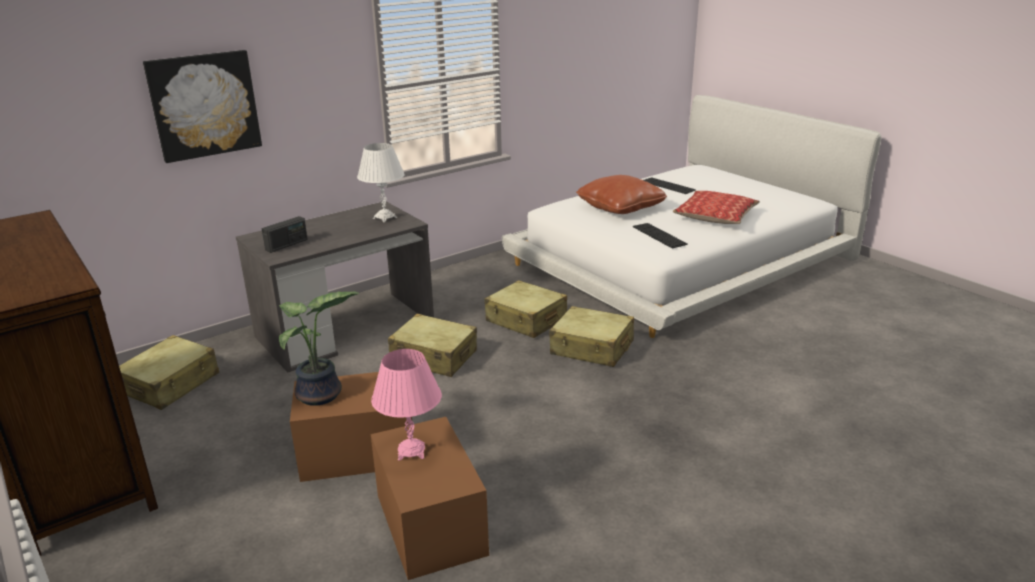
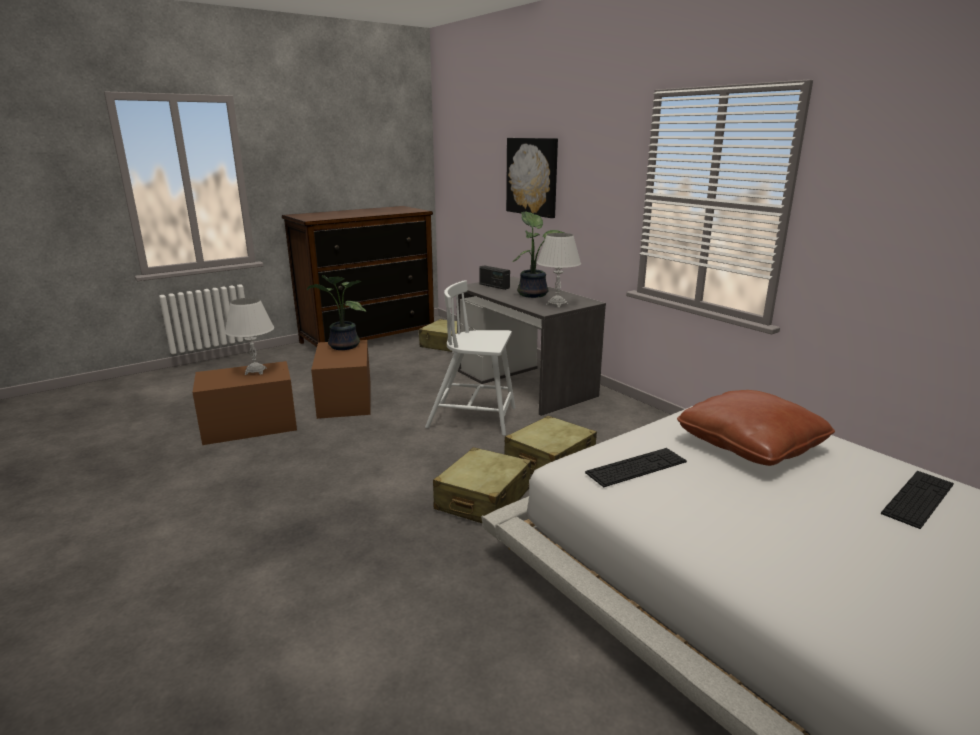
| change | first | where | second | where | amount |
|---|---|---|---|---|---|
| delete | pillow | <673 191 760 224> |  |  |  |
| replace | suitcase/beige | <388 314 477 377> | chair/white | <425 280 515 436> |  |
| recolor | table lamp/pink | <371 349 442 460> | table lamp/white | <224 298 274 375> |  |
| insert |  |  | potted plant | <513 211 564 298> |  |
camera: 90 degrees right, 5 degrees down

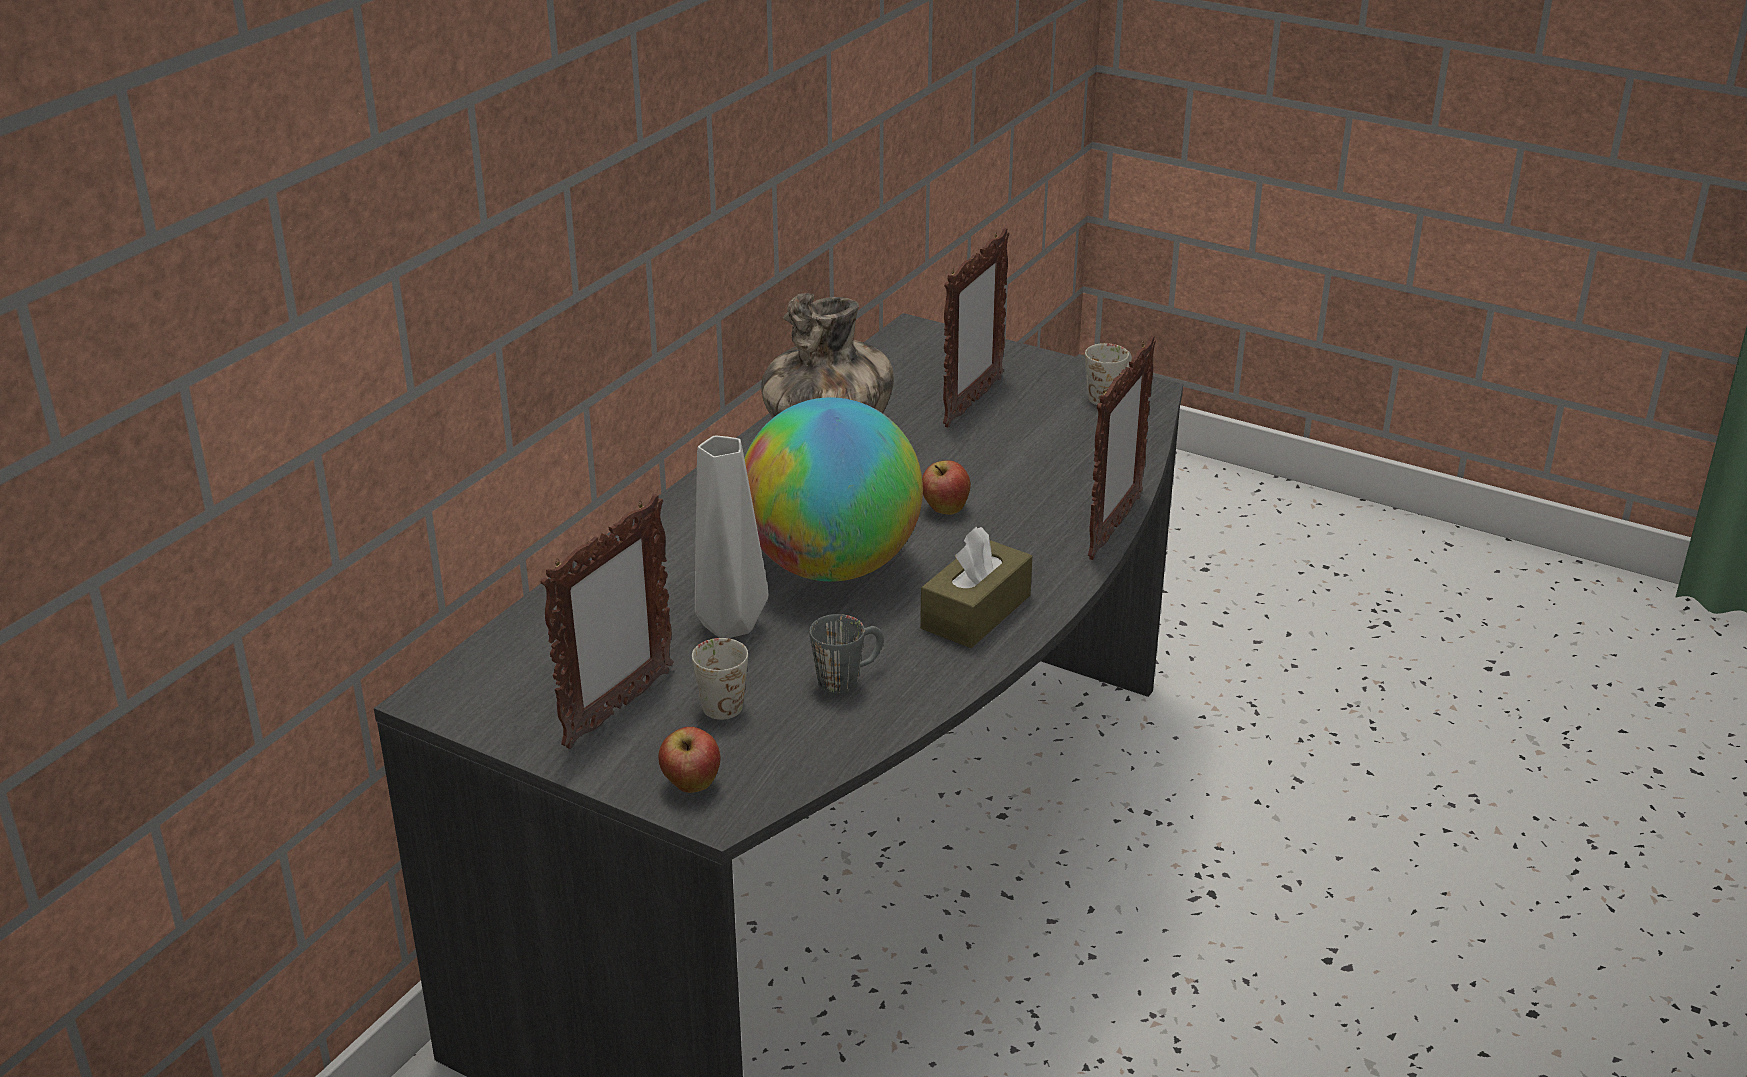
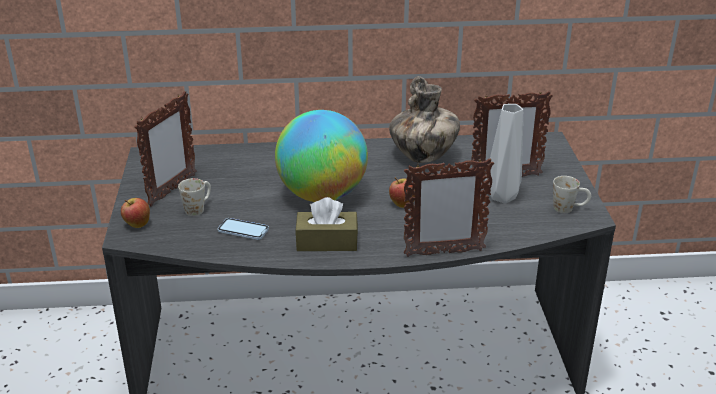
| change | first | where | second | where | amount |
|---|---|---|---|---|---|
| move | vase/grey | <695 436 769 638> |  | <485 104 523 203> |  |
| rotate | picture frame | <540 494 673 749> |  | <134 91 197 207> | 60 degrees counterclockwise |
| replace | mug/grey | <809 614 884 694> | phone | <217 218 269 240> |  |
camera: 55 degrees right, 0 degrees up

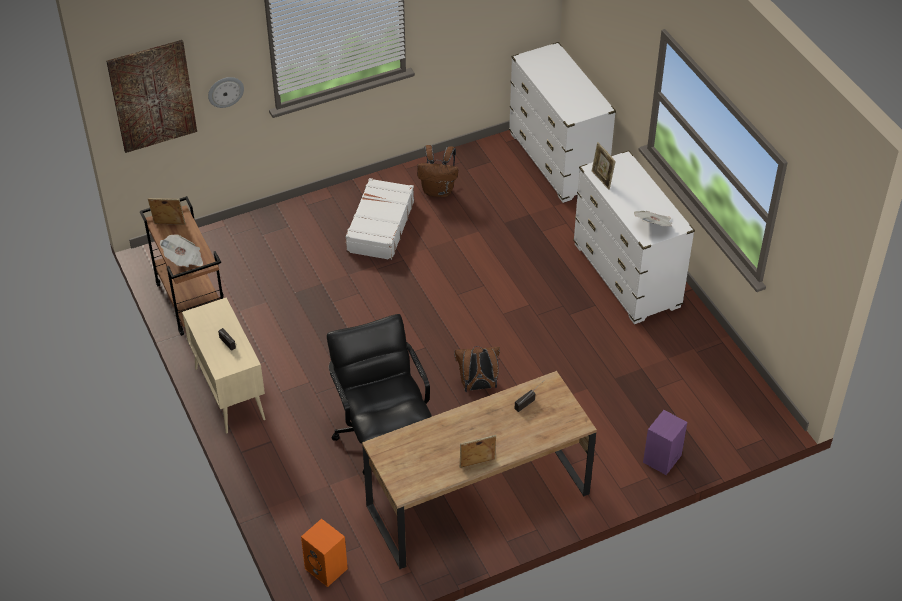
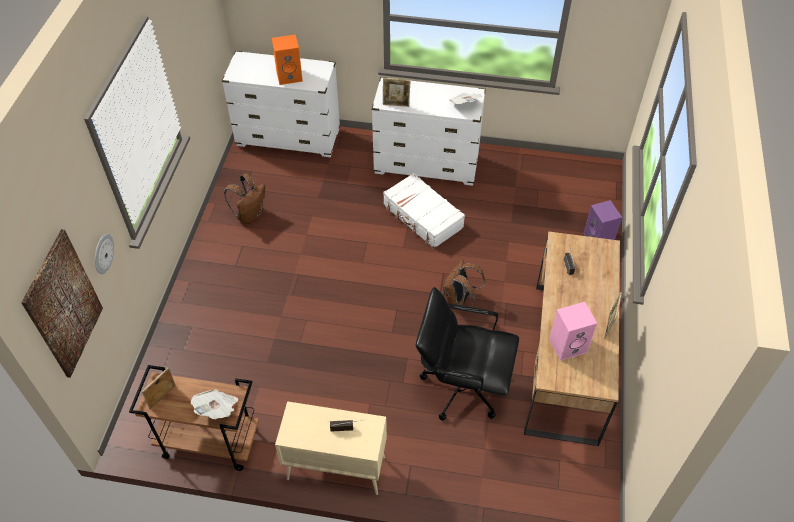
| change | first | where | second | where | amount |
|---|---|---|---|---|---|
| move | suitcase/white | <345 178 414 260> |  | <383 173 465 248> |  |
| move | speaker/orange | <301 519 348 587> |  | <272 34 303 85> |  |
| insert |  |  | speaker/pink | <549 302 597 361> |  |
camera: 55 degrees left, 5 degrees up

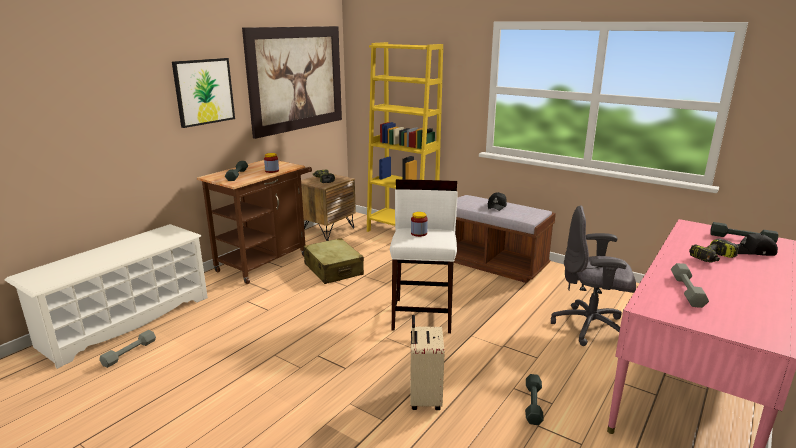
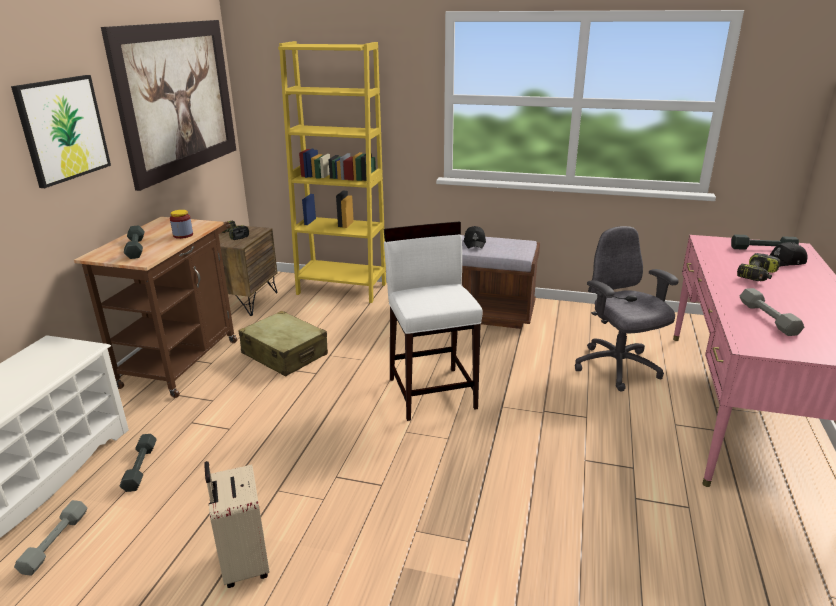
| change | first | where | second | where | amount |
|---|---|---|---|---|---|
| rotate | office chair/grey | <551 206 636 346> |  | <575 226 679 392> | 75 degrees clockwise |
| delete | jar | <411 212 428 237> |  |  |  |
| move | suitcase/beige | <410 315 444 410> |  | <204 461 269 588> |  |
| move | dumbbell/grey | <525 374 544 425> |  | <120 434 157 492> |  |
camera: 20 degrees left, 5 degrees up

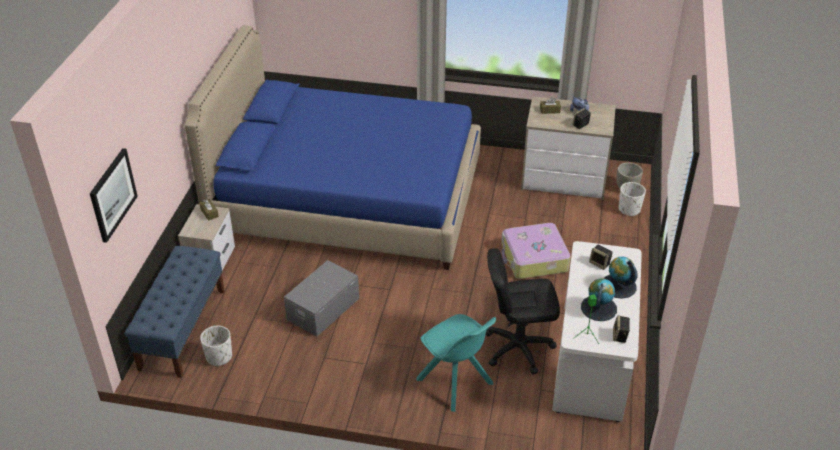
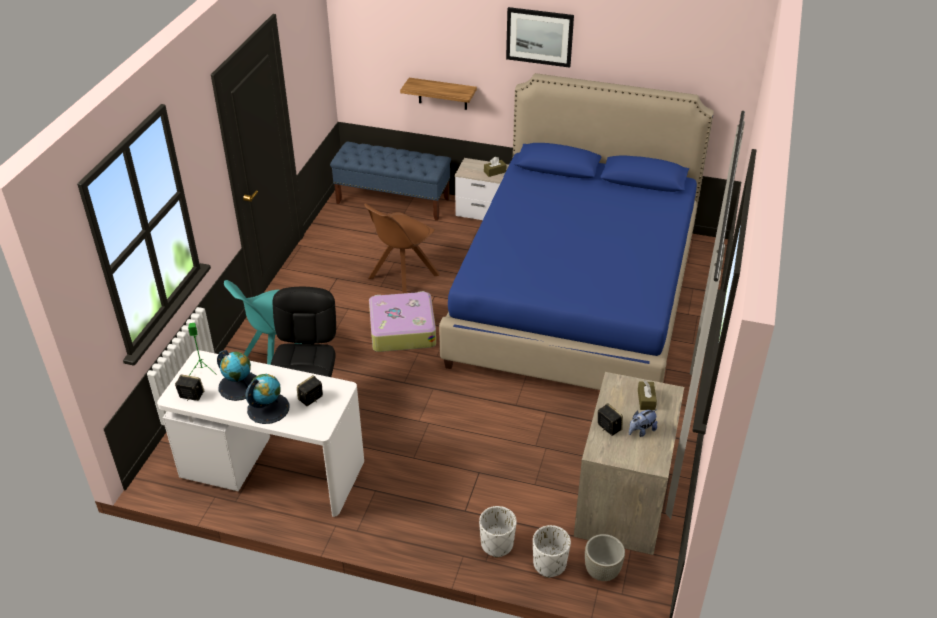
| change | first | where | second | where | amount |
|---|---|---|---|---|---|
| move | picture | <90 148 138 243> |  | <506 7 574 68> |  |
| move | suitcase | <501 223 571 279> |  | <369 291 436 352> |  |
| replace | storage box/grey | <284 260 359 337> | chair/brown | <364 203 439 294> |  |
| move | planter/white | <200 325 232 367> |  | <479 506 517 558> |  |
| insert |  |  | shelf | <400 78 477 110> |  |
camera: 95 degrees right, 0 degrees up

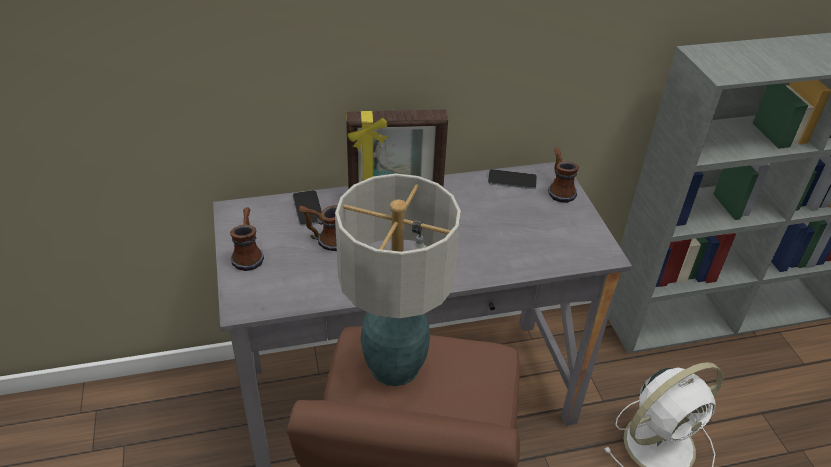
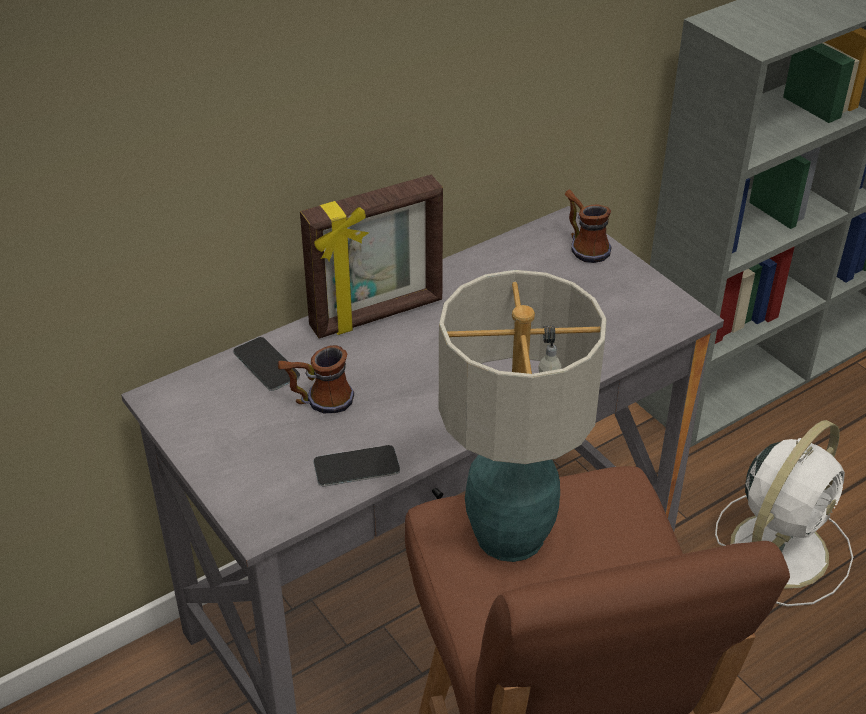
| change | first | where | second | where | amount |
|---|---|---|---|---|---|
| move | phone | <488 169 537 189> |  | <313 445 400 486> |  |
| delete | mug | <230 207 264 271> |  |  |  |
camera: 20 degrees left, 0 degrees up

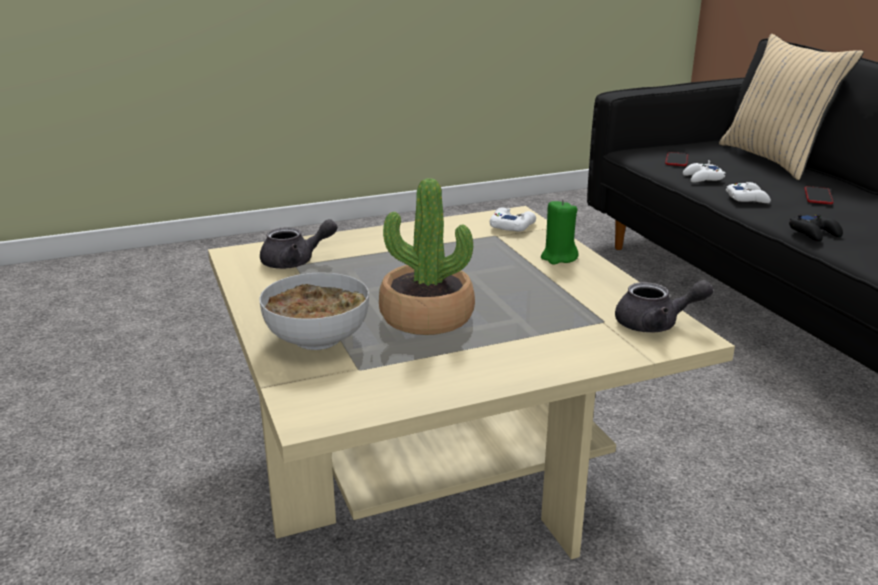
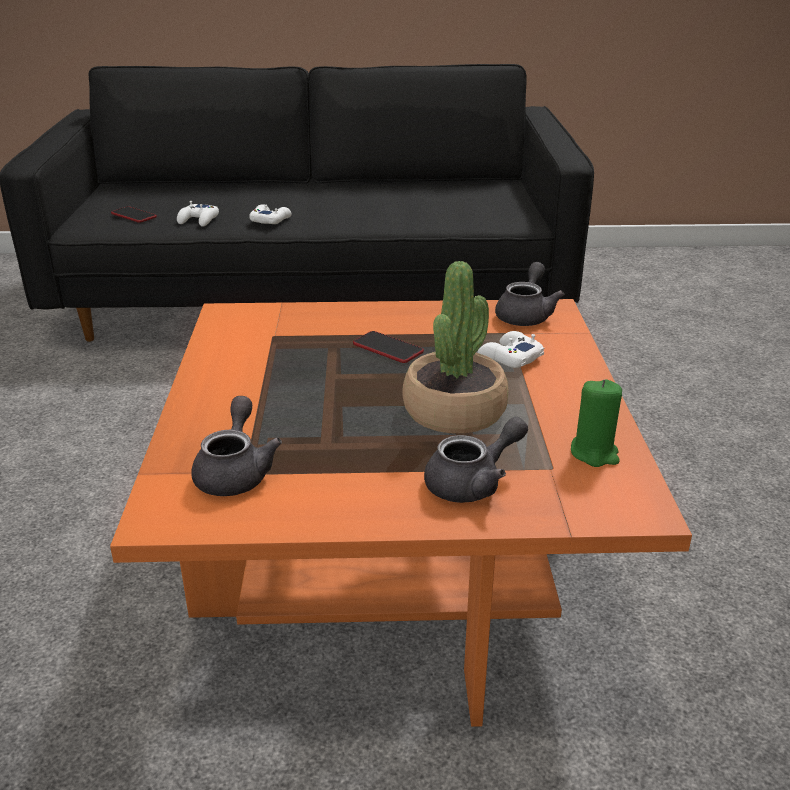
| change | first | where | second | where | amount |
|---|---|---|---|---|---|
| delete | pillow/beige | <719 34 864 180> |  |  |  |
| move | phone | <804 186 833 204> |  | <353 331 424 363> |  |
| move | candle/green | <541 200 578 264> |  | <571 379 622 467> |  |
| recolor | coffee table/beige | <208 206 735 559> | coffee table/orange | <110 299 692 727> |  |
| move | game controller/white | <490 207 536 232> |  | <477 331 544 368> |  |
| delete | game controller/black | <789 215 843 242> |  |  |  |
| replace | bowl | <259 272 369 350> | teapot/grey | <424 417 528 503> |  |
camera: 70 degrees left, 5 degrees up

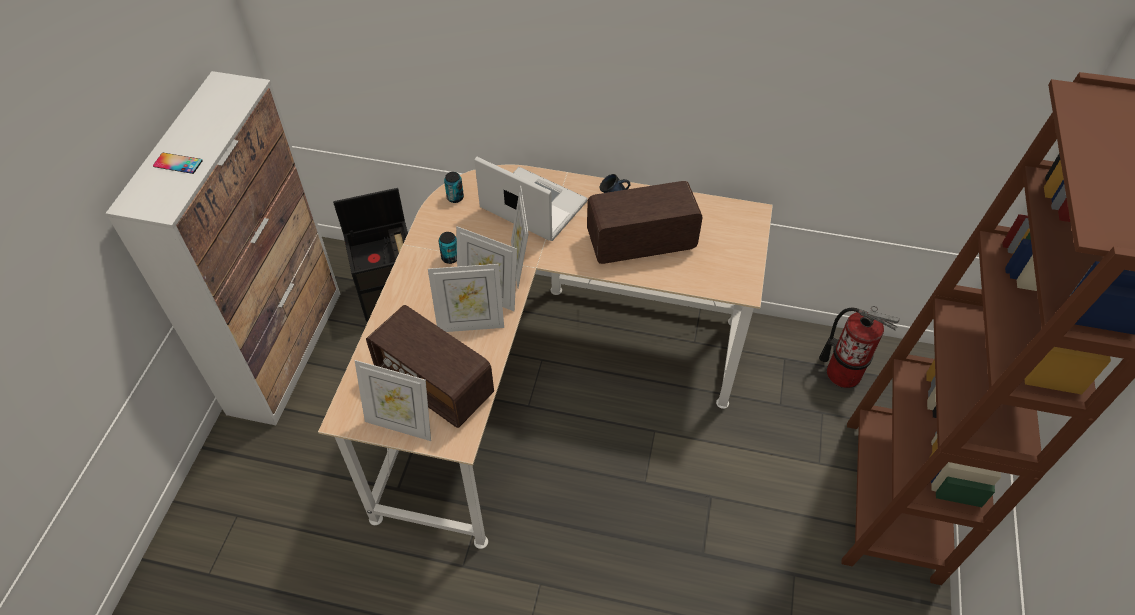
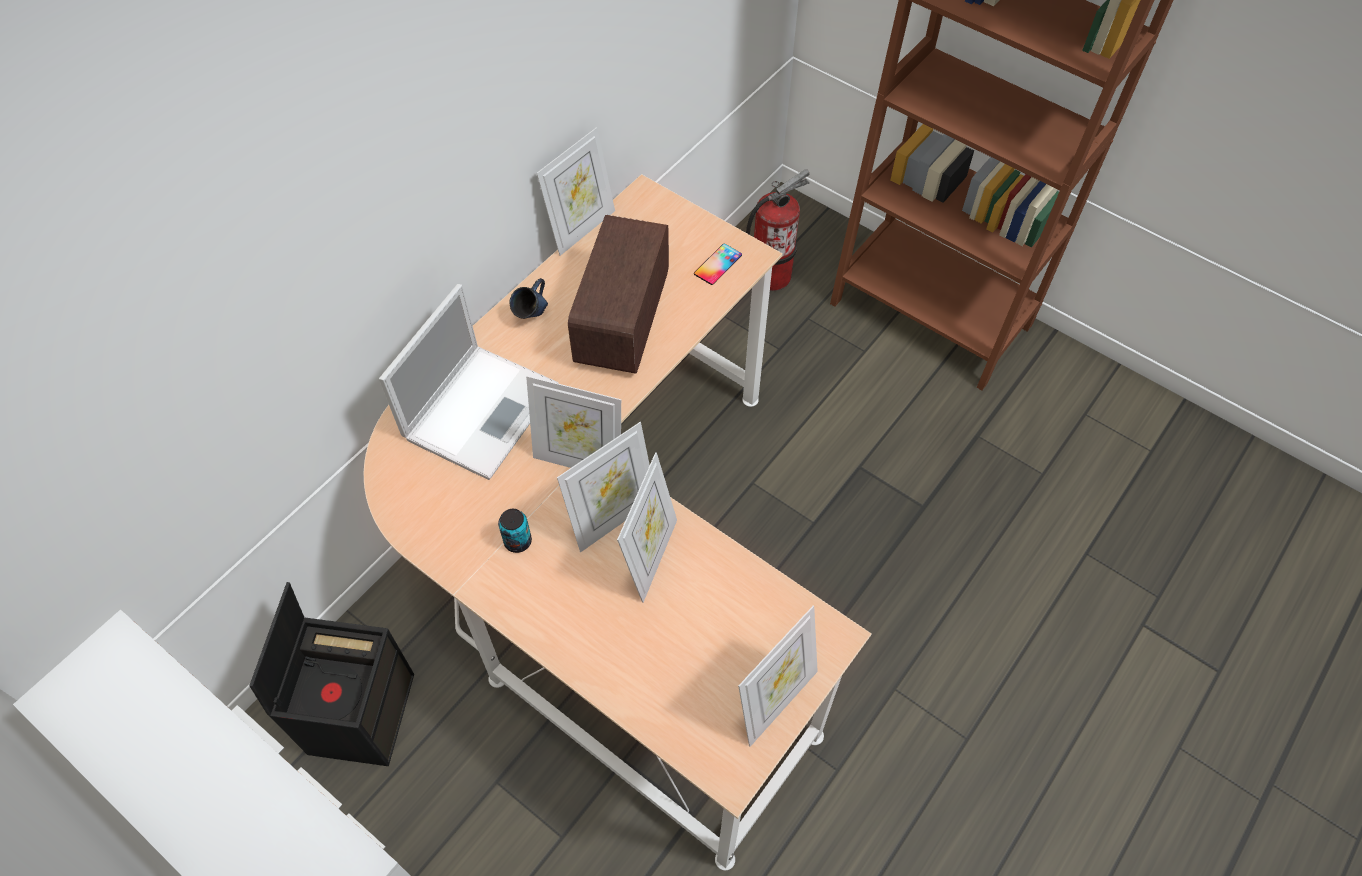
| change | first | where | second | where | amount |
|---|---|---|---|---|---|
| move | phone | <153 153 203 174> |  | <694 244 742 285> |  |
| rotate | laptop | <475 157 588 241> |  | <379 284 559 480> | 150 degrees clockwise |
| delete | can | <444 172 464 203> |  |  |  |
| delete | radio | <366 305 494 428> |  |  |  |
| insert |  |  | picture frame | <537 127 615 256> |  |
camera: 65 degrees left, 5 degrees up

